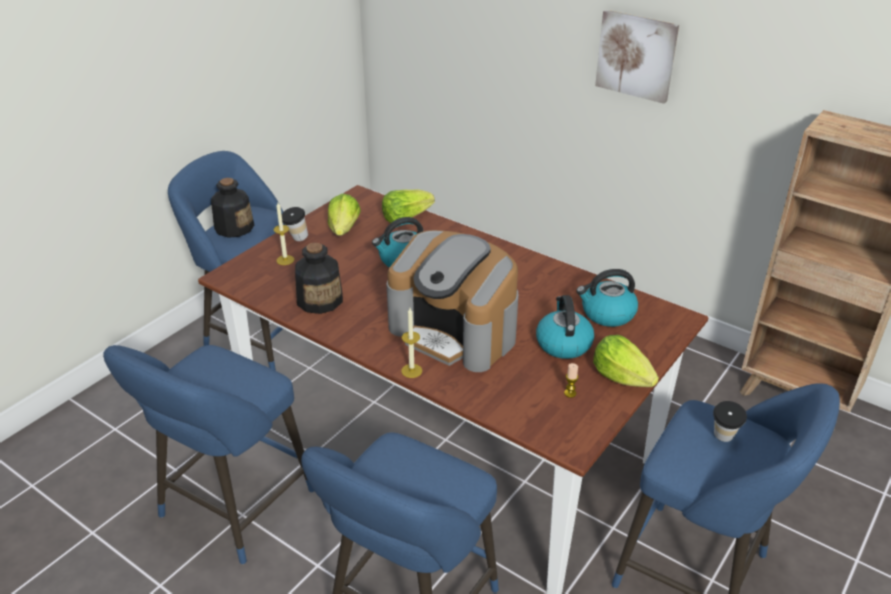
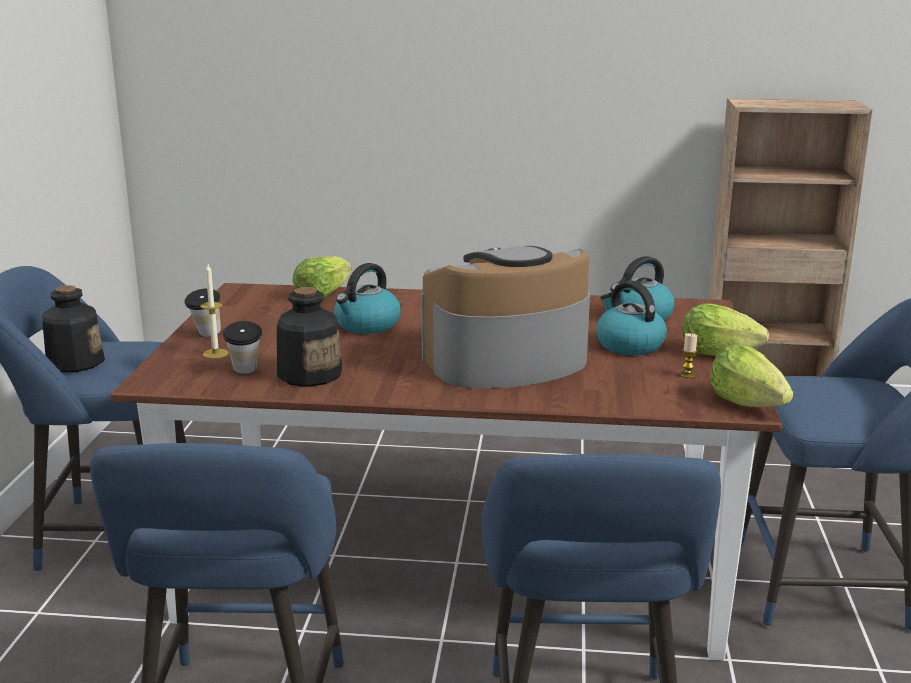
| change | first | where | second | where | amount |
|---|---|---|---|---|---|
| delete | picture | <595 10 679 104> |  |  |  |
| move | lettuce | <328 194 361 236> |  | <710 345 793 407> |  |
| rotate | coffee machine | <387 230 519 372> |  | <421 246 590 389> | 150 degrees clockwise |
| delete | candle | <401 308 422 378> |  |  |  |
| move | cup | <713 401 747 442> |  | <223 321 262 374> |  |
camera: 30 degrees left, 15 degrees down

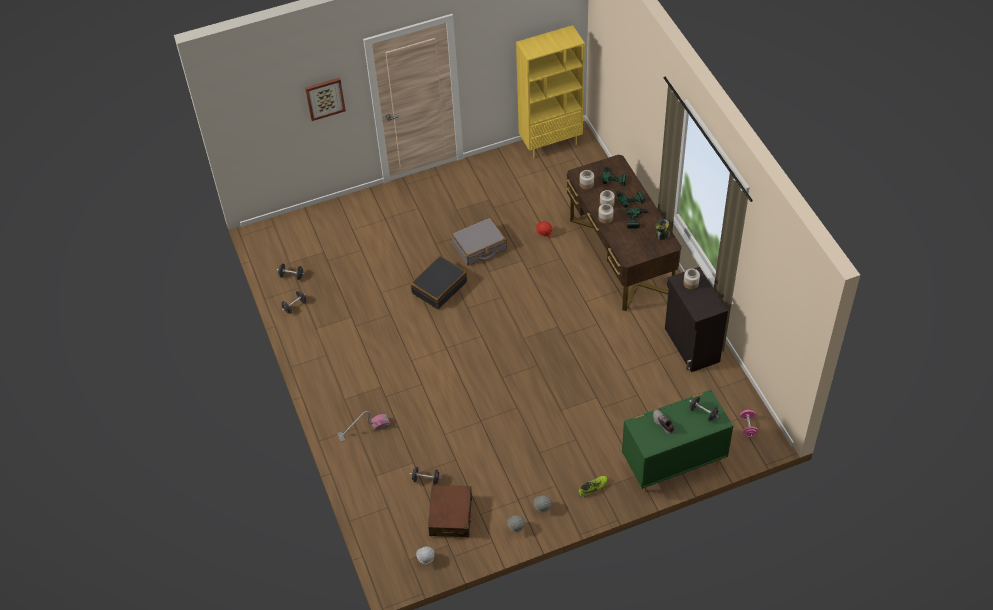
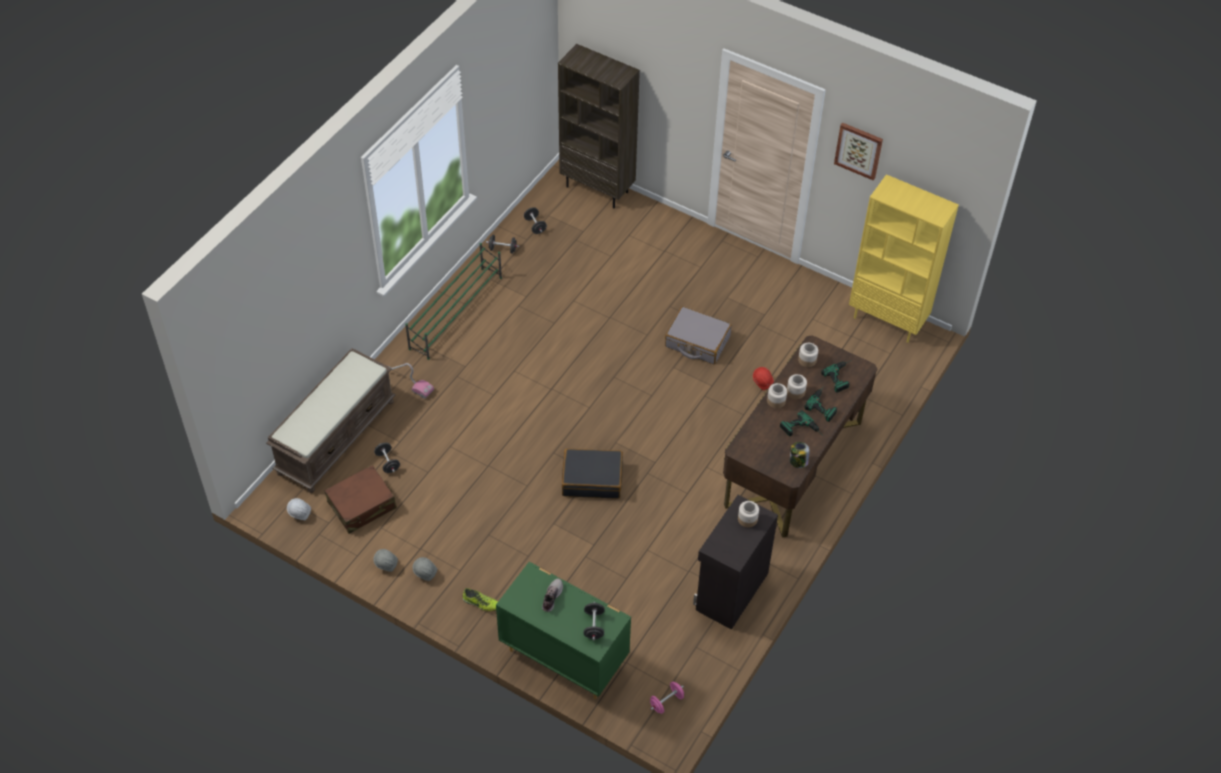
| change | first | where | second | where | amount |
|---|---|---|---|---|---|
| move | picture | <305 77 346 121> |  | <834 123 883 180> |  |
| move | suitcase/black | <411 256 467 309> |  | <562 449 623 498> |  |
| insert |  |  | bookcase/brown | <558 44 640 208> |  |
| insert |  |  | shoe rack/green | <405 243 502 360> |  |
| insert |  |  | bench/brown | <266 348 396 493> |  |
camera: 50 degrees right, 0 degrees up

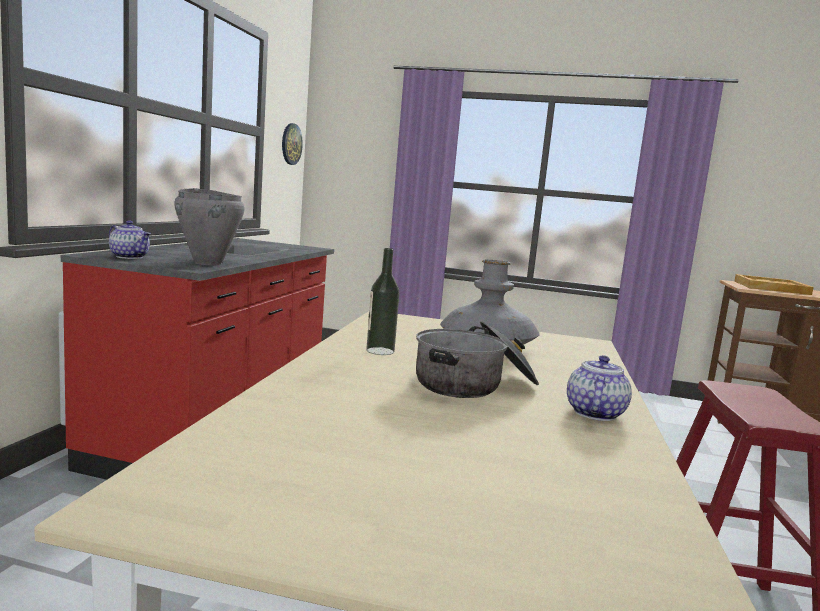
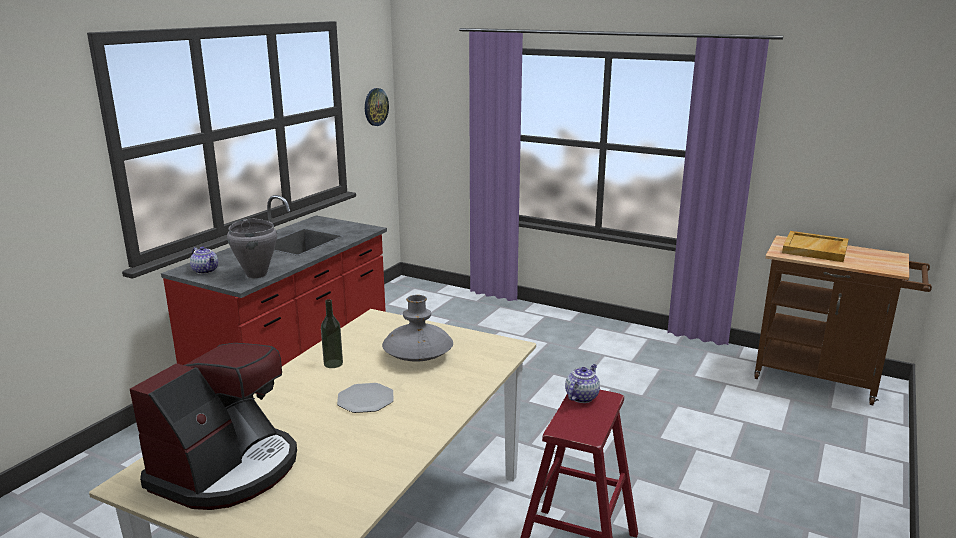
| change | first | where | second | where | amount |
|---|---|---|---|---|---|
| replace | cooking pot | <416 321 539 398> | plate | <337 383 394 413> |  |
| move | teapot | <567 355 632 421> |  | <565 364 600 403> |  |
| insert |  |  | coffee machine | <130 343 297 510> |  |
camera: 15 degrees right, 10 degrees up

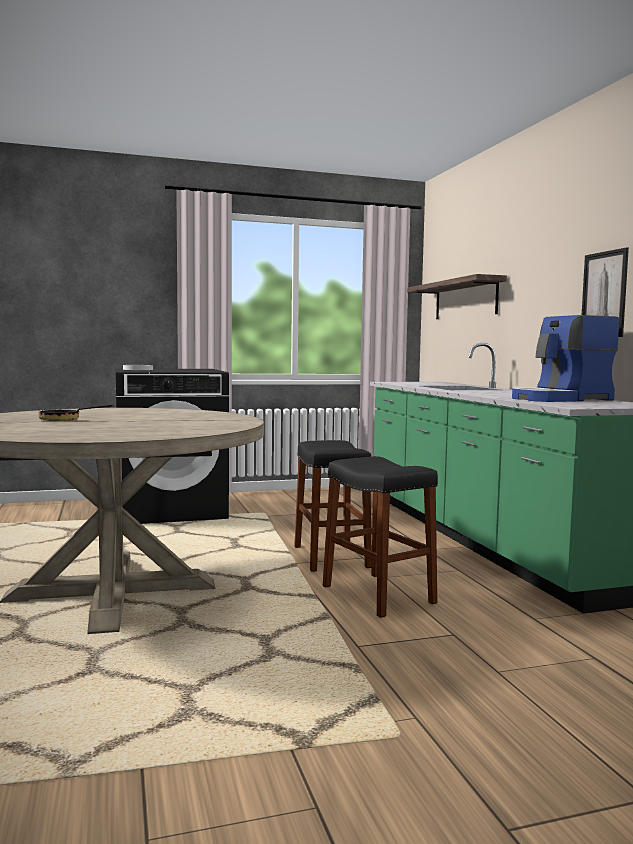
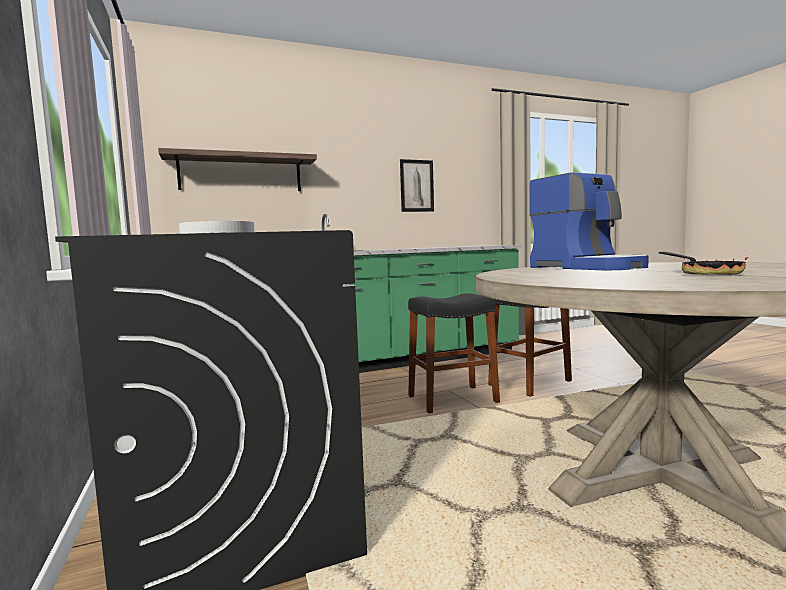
| change | first | where | second | where | amount |
|---|---|---|---|---|---|
| move | coffee machine | <512 315 619 402> |  | <529 172 649 271> |  |
camera: 95 degrees left, 0 degrees up

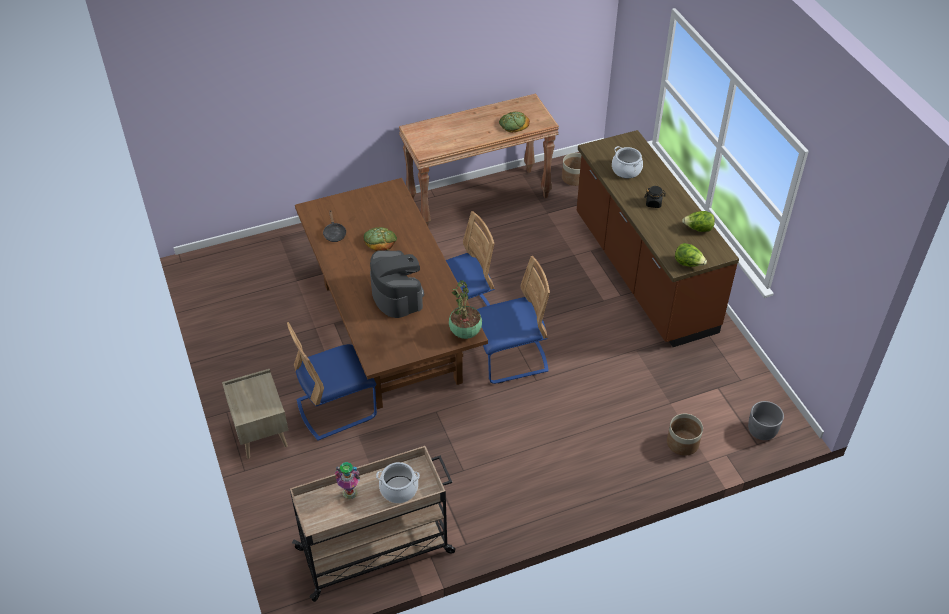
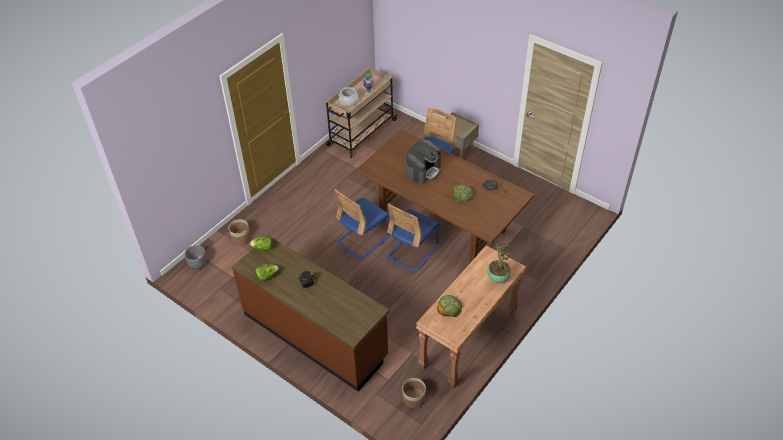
| change | first | where | second | where | amount |
|---|---|---|---|---|---|
| delete | cooking pot | <612 146 643 178> |  |  |  |
| rotate | coffee machine | <370 250 424 318> |  | <406 139 441 184> | 90 degrees counterclockwise |
| move | potted plant | <449 280 482 339> |  | <487 242 511 283> |  |
camera: 150 degrees right, 0 degrees up

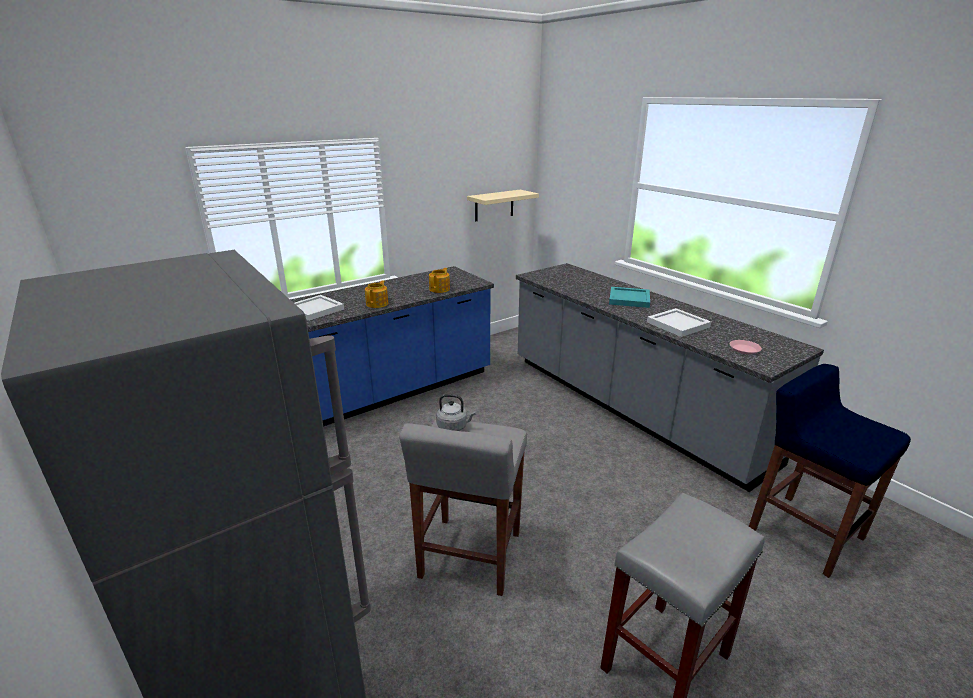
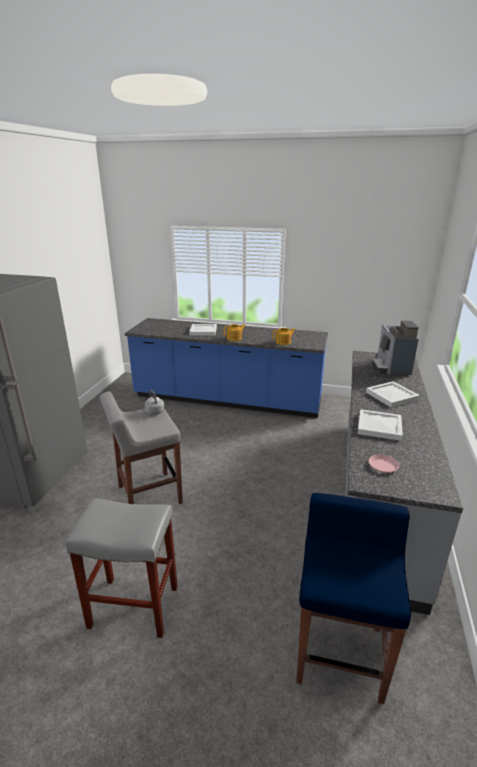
| change | first | where | second | where | amount |
|---|---|---|---|---|---|
| delete | shelf/beige | <467 190 539 221> |  |  |  |
| recolor | tray/turquoise | <609 287 650 308> | tray/white | <366 381 420 408> |  |
| insert |  |  | coffee machine | <372 321 419 375> |  |
camera: 50 degrees right, 0 degrees up

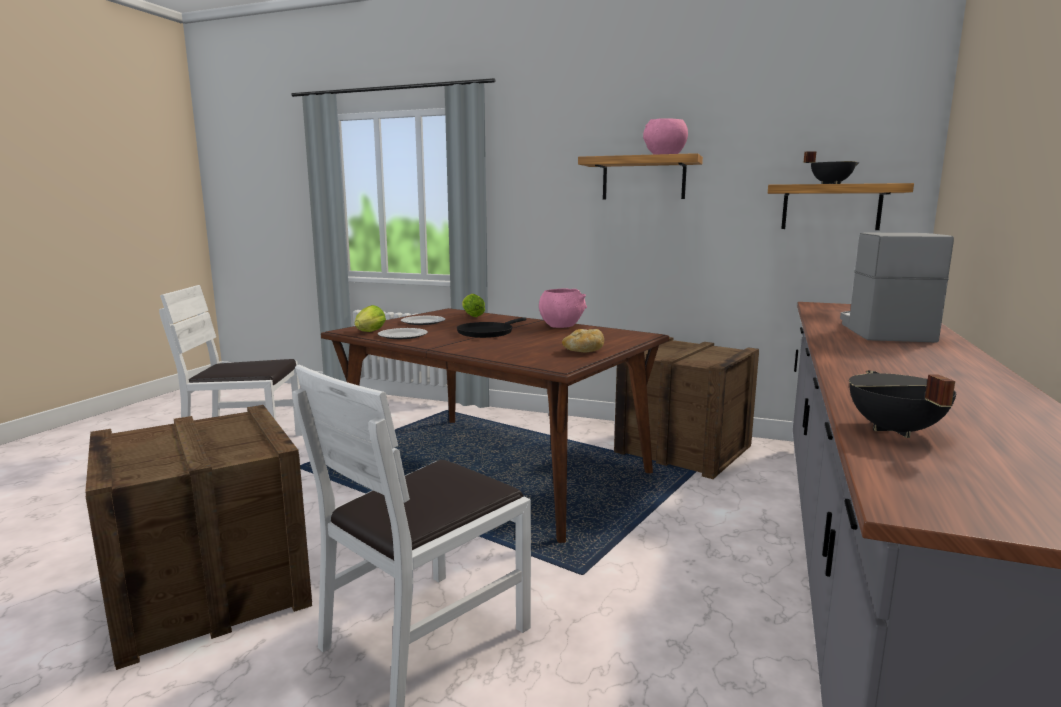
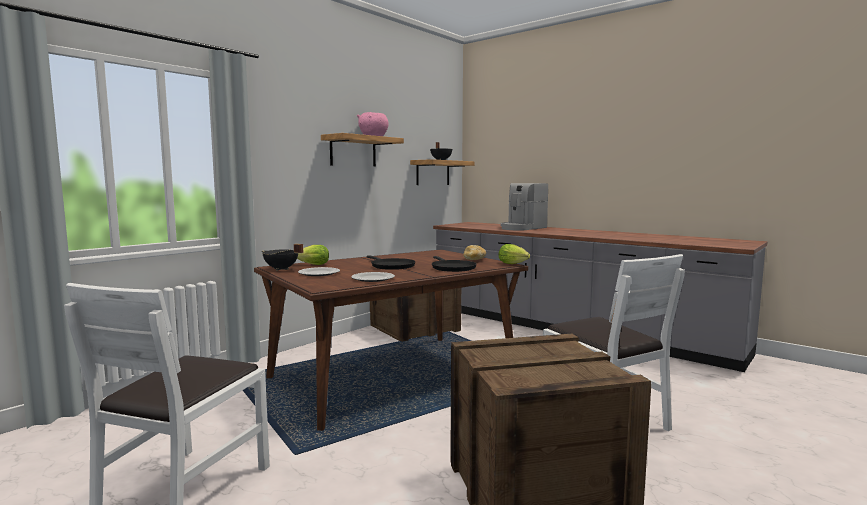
| change | first | where | second | where | amount |
|---|---|---|---|---|---|
| rotate | coffee machine | <840 233 954 343> |  | <501 183 548 230> | 75 degrees counterclockwise |
| delete | bowl/pink | <539 288 587 328> |  |  |  |
| move | lettuce | <354 305 386 332> |  | <499 244 530 264> |  |
| move | cooking pot/black | <849 370 956 438> |  | <262 244 303 271> |  |
| insert |  |  | frying pan/black | <432 256 477 272> |  |
camera: 70 degrees left, 5 degrees down

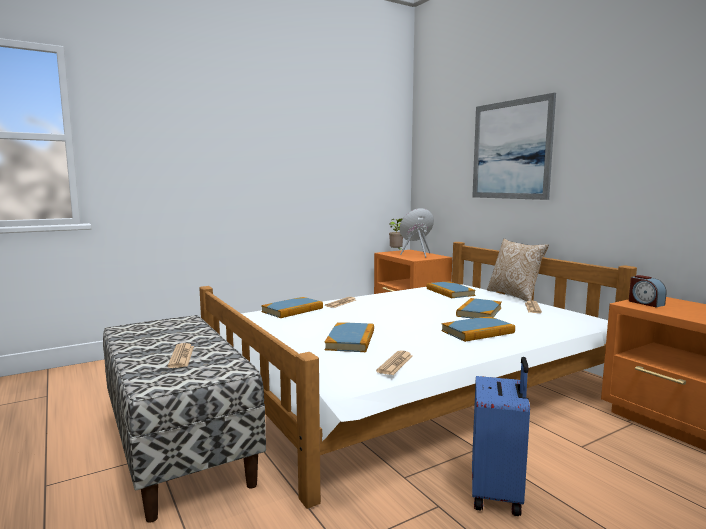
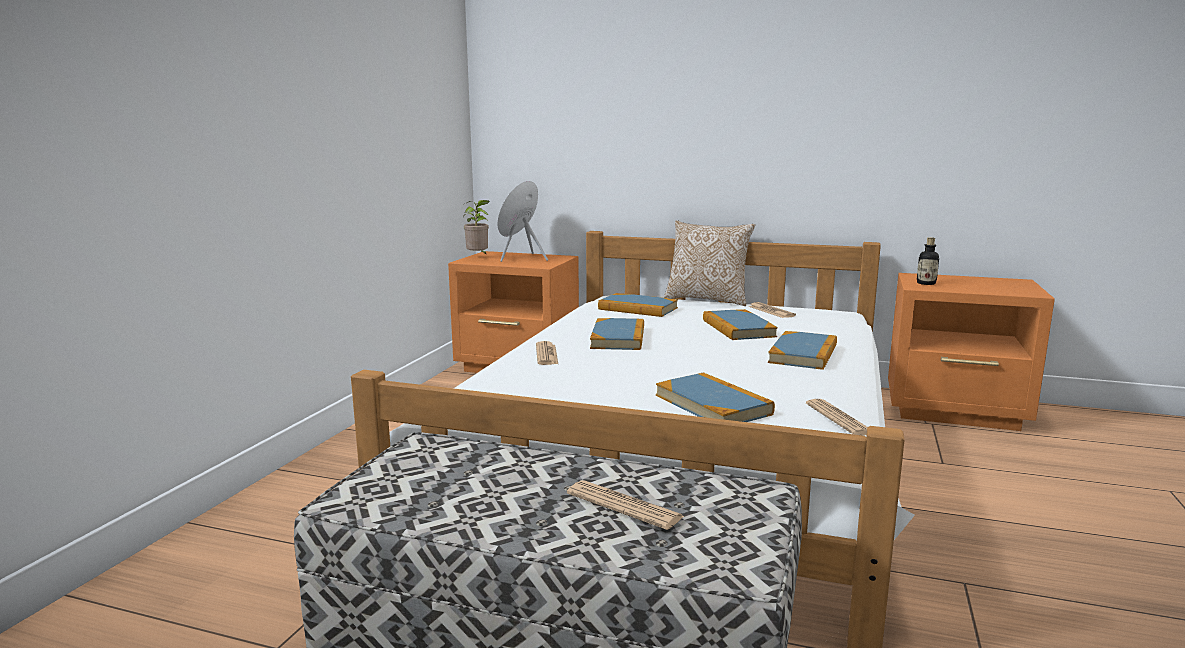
| change | first | where | second | where | amount |
|---|---|---|---|---|---|
| delete | picture | <472 93 556 200> |  |  |  |
| replace | alarm clock | <629 275 667 307> | bottle | <917 237 939 285> |  |
| move | book | <261 297 323 318> |  | <590 318 644 350> |  |
| delete | suitcase/blue | <472 357 530 516> |  |  |  |
camera: 40 degrees left, 5 degrees up

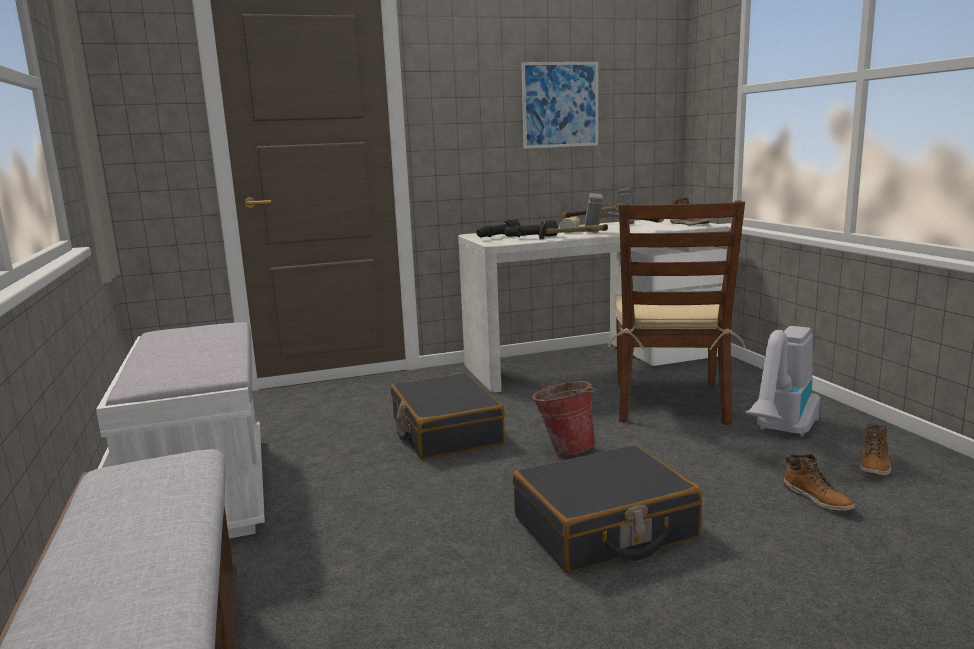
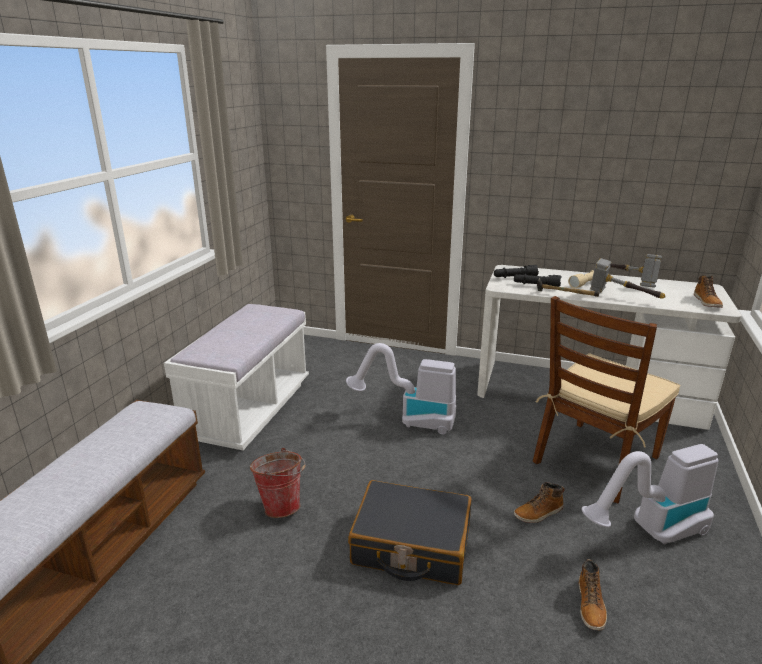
| change | first | where | second | where | amount |
|---|---|---|---|---|---|
| delete | picture | <521 62 598 149> |  |  |  |
| replace | suitcase/black | <391 373 505 459> | vacuum cleaner | <346 343 456 435> |  |
| move | bucket | <532 381 596 455> |  | <250 448 306 518> |  |
| move | boot | <860 424 891 476> |  | <514 482 565 523> |  |
camera: 35 degrees right, 10 degrees up

